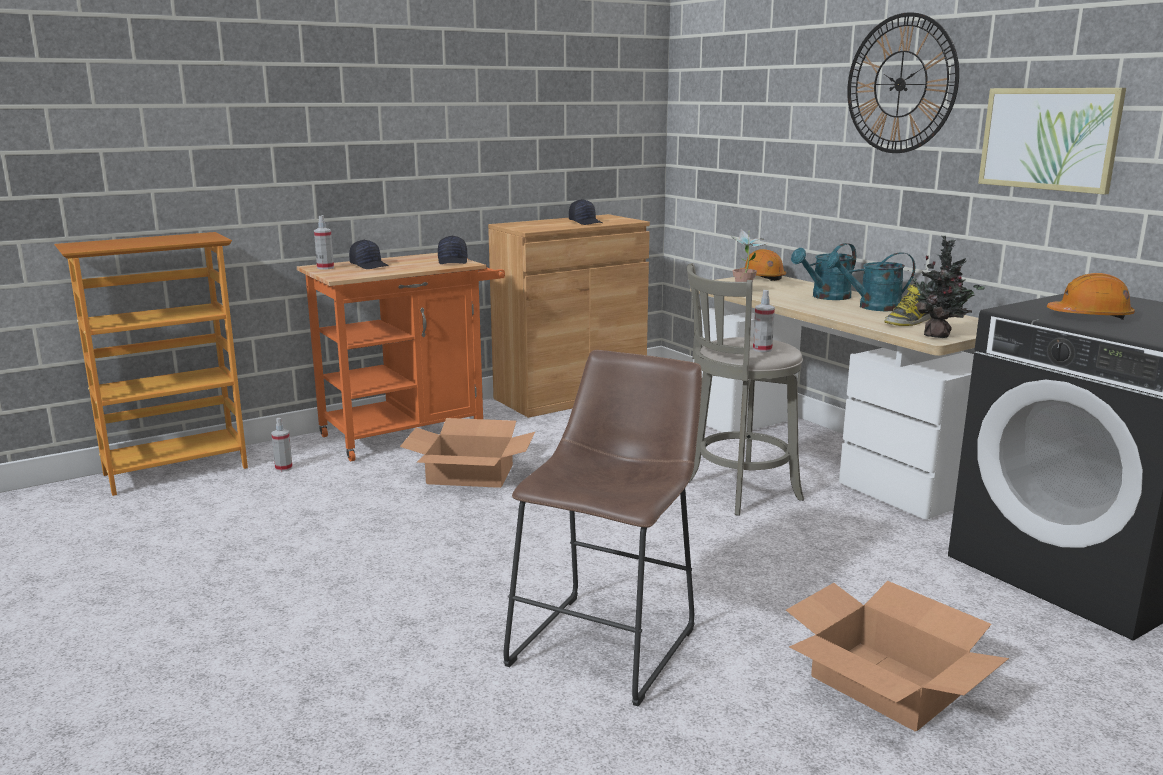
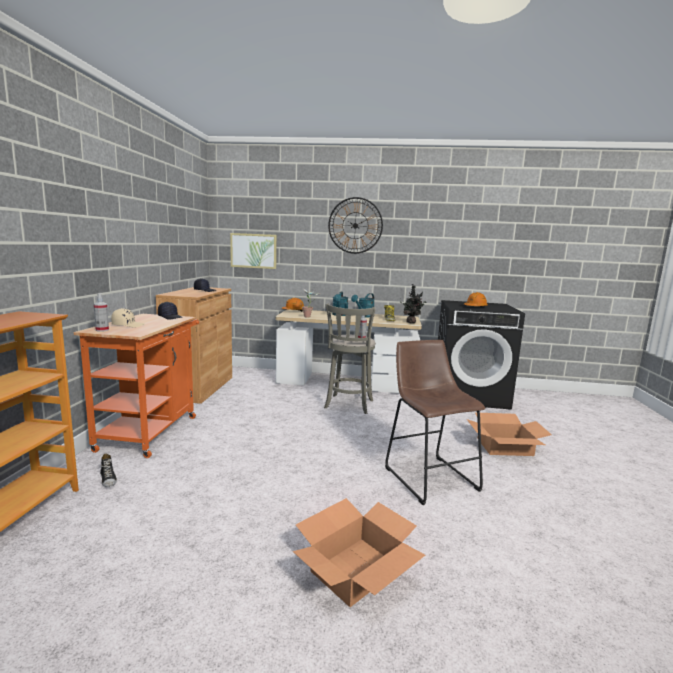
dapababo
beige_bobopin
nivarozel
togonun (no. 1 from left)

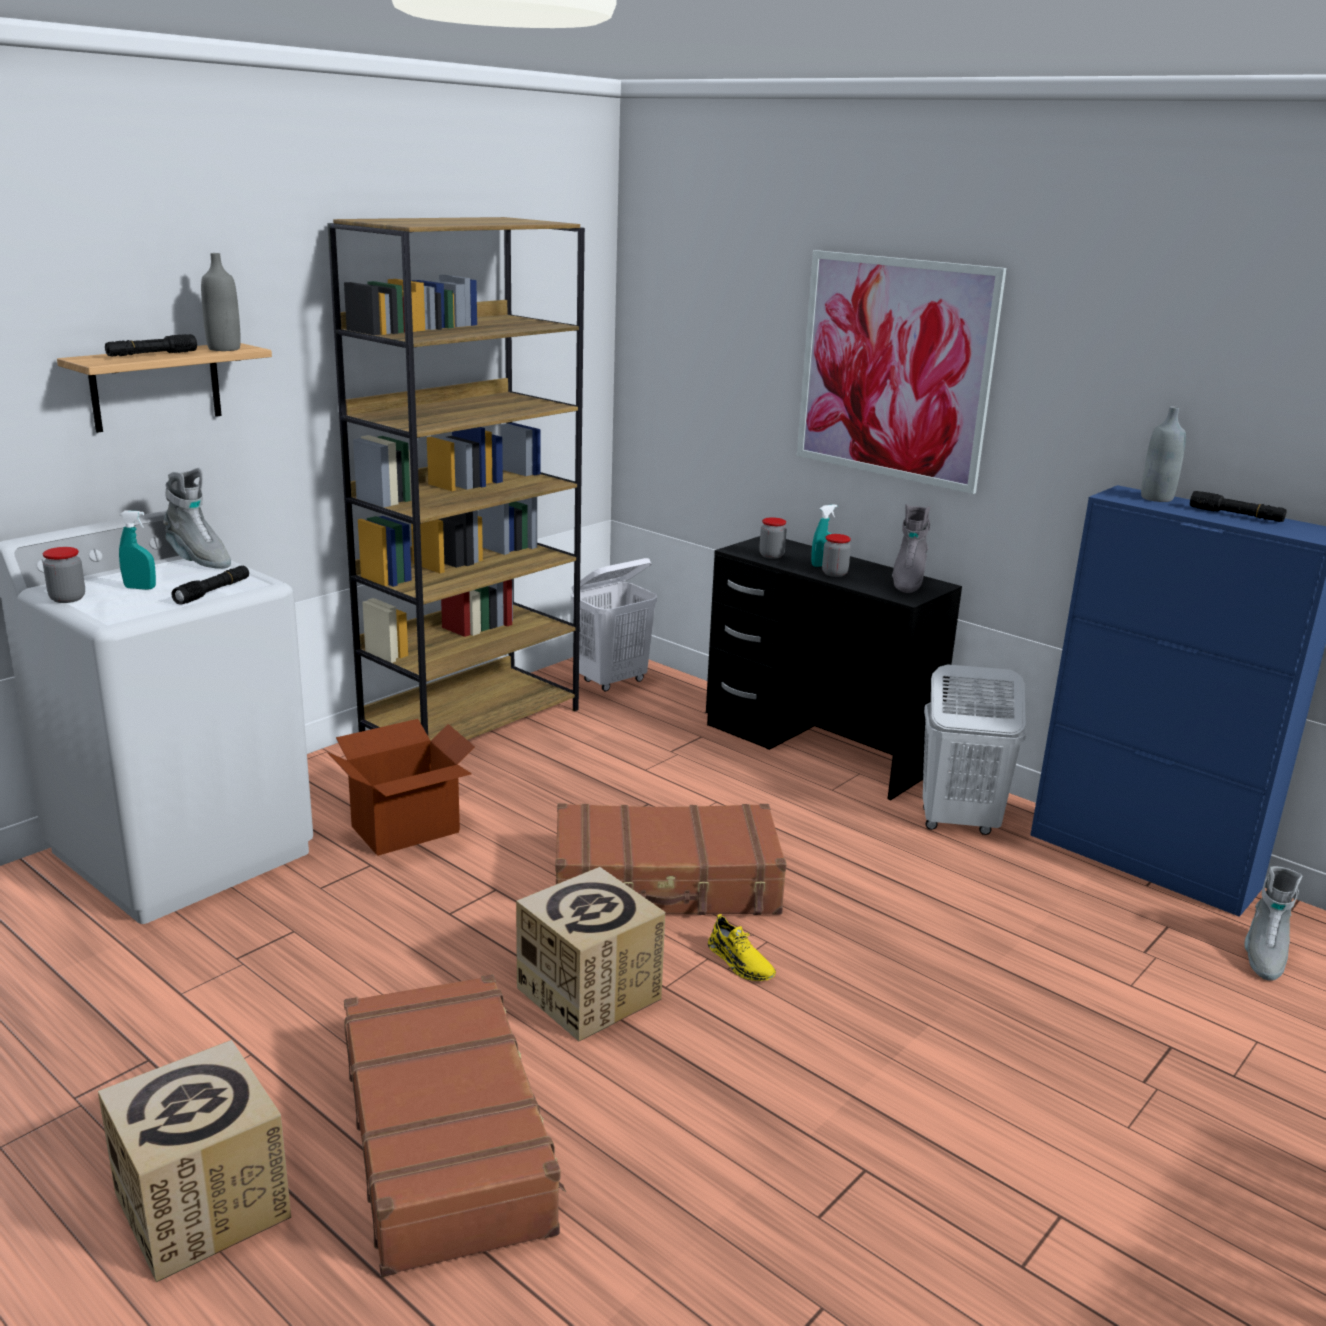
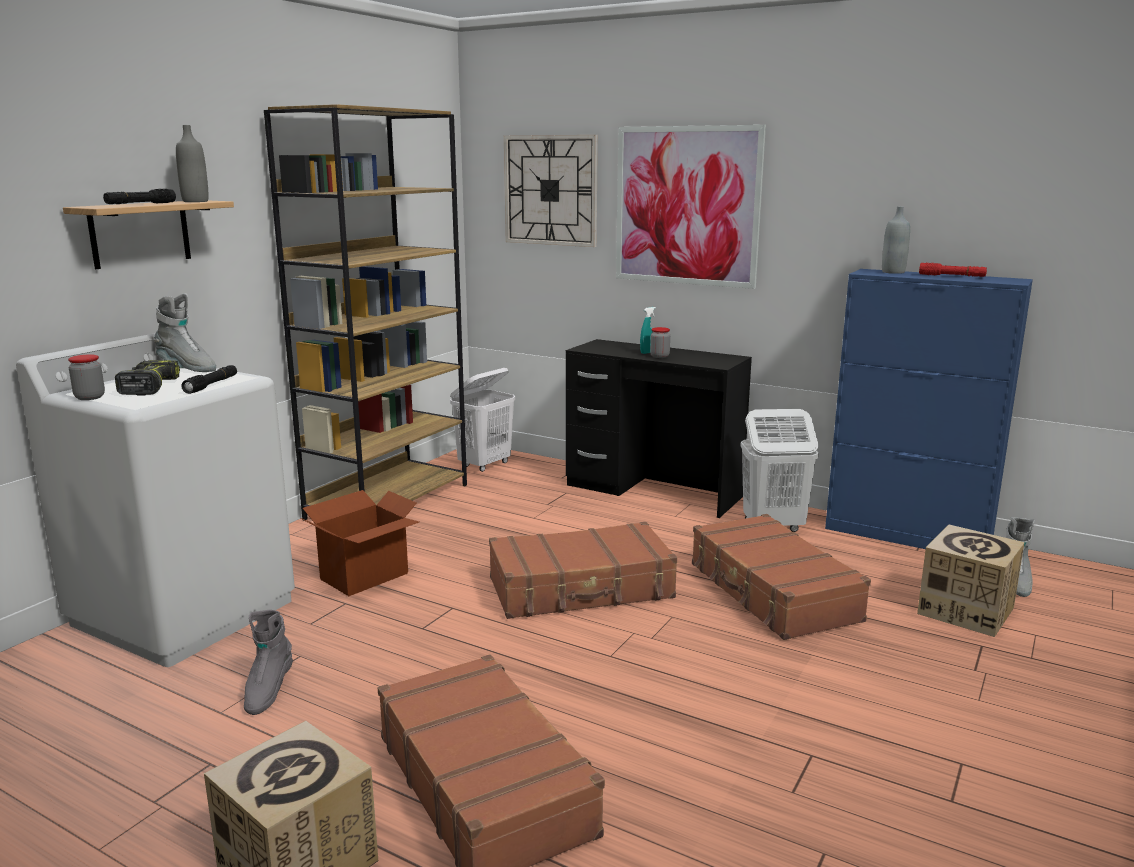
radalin
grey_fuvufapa (no. 2 from left)
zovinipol
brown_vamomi (no. 3 from left)
togonun (no. 3 from left)
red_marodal
yellow_dapababo
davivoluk (no. 2 from left in the first image)

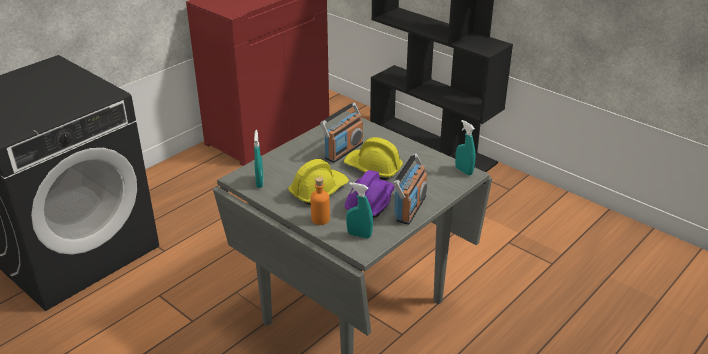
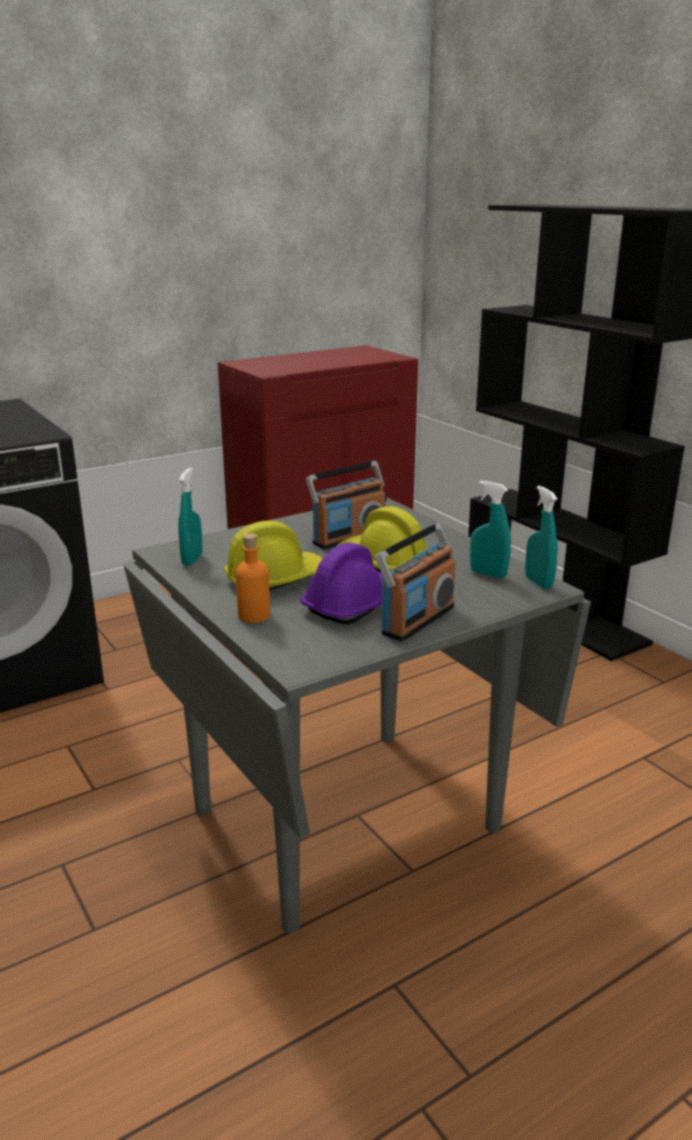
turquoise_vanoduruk (no. 2 from left)

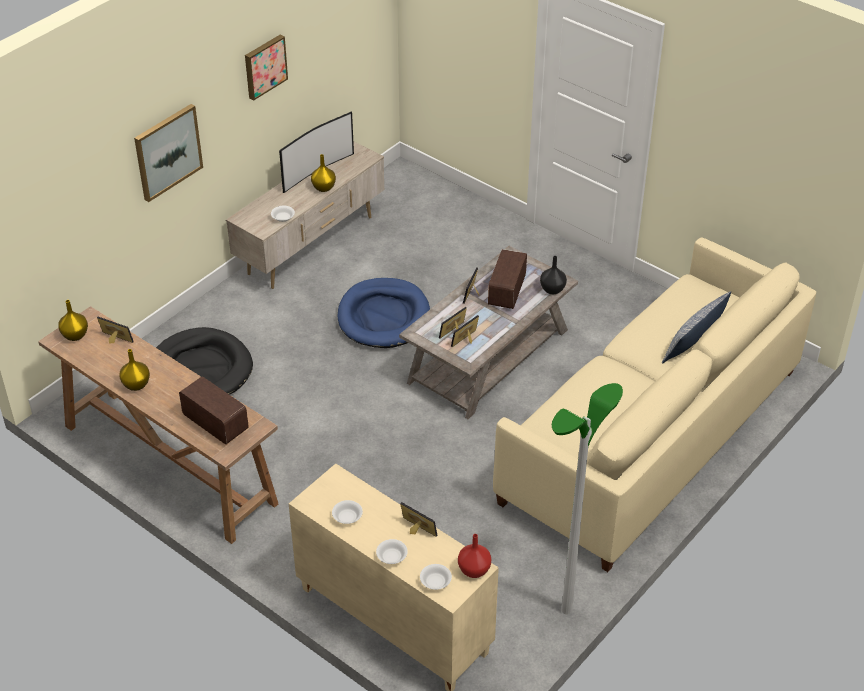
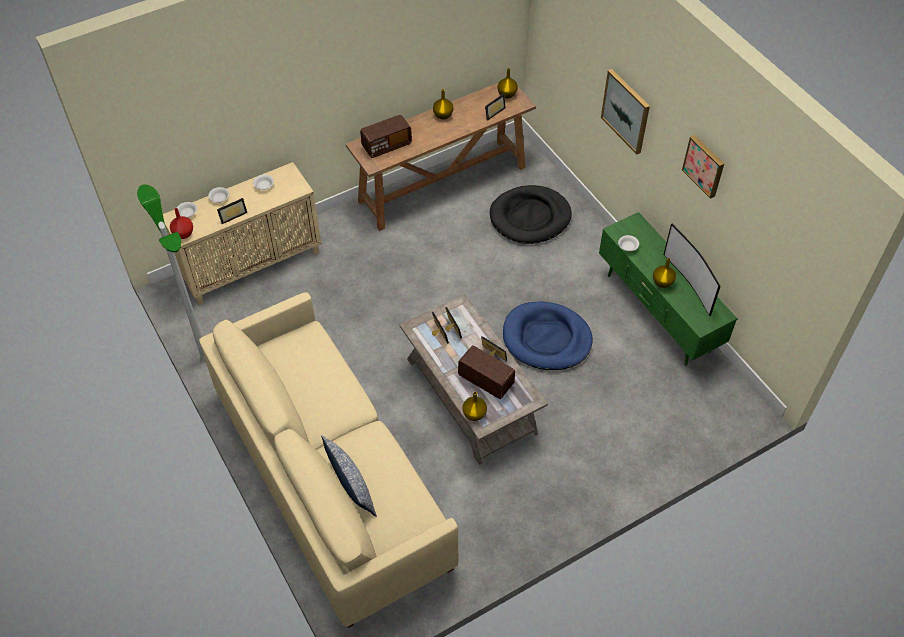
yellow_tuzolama (no. 2 from left)
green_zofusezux

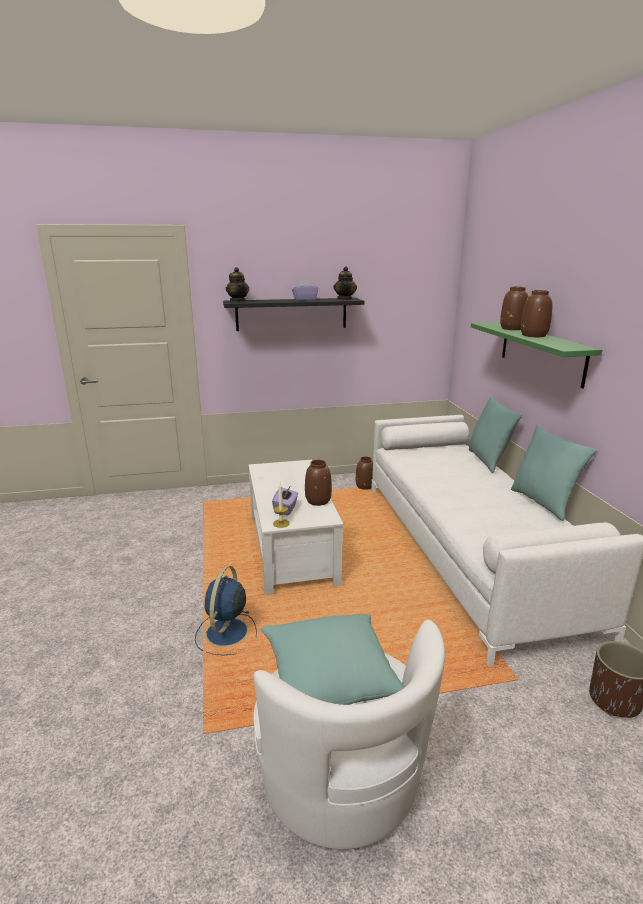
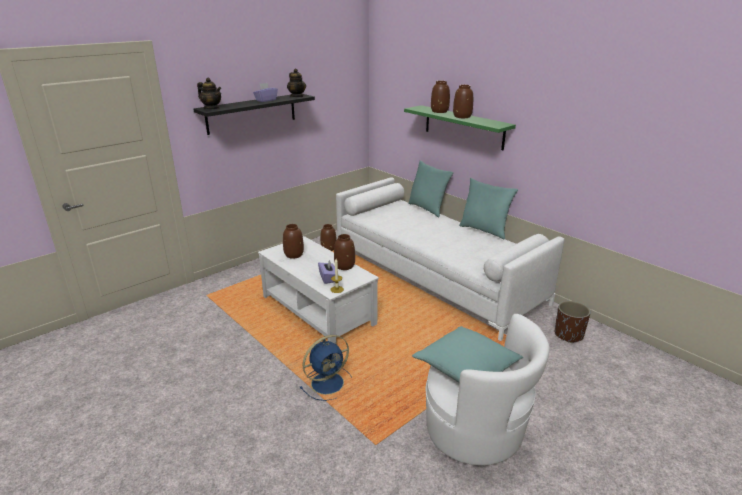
brown_tuzolama (no. 1 from left)
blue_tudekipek

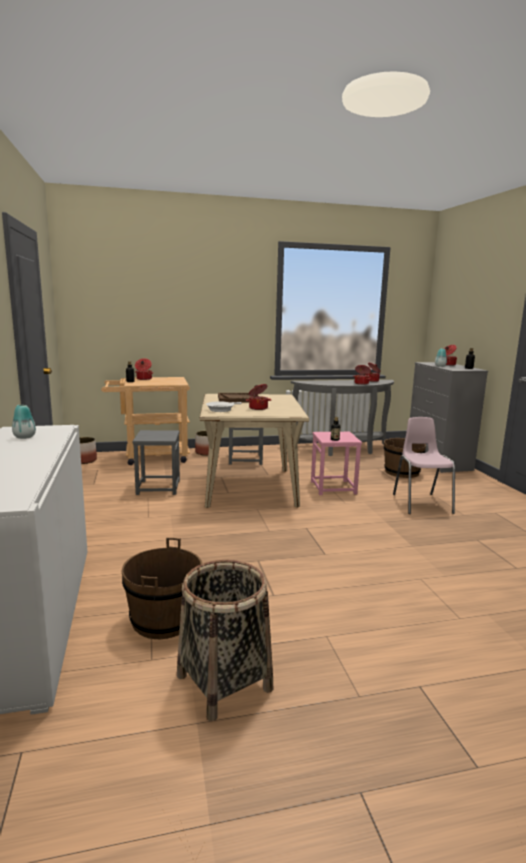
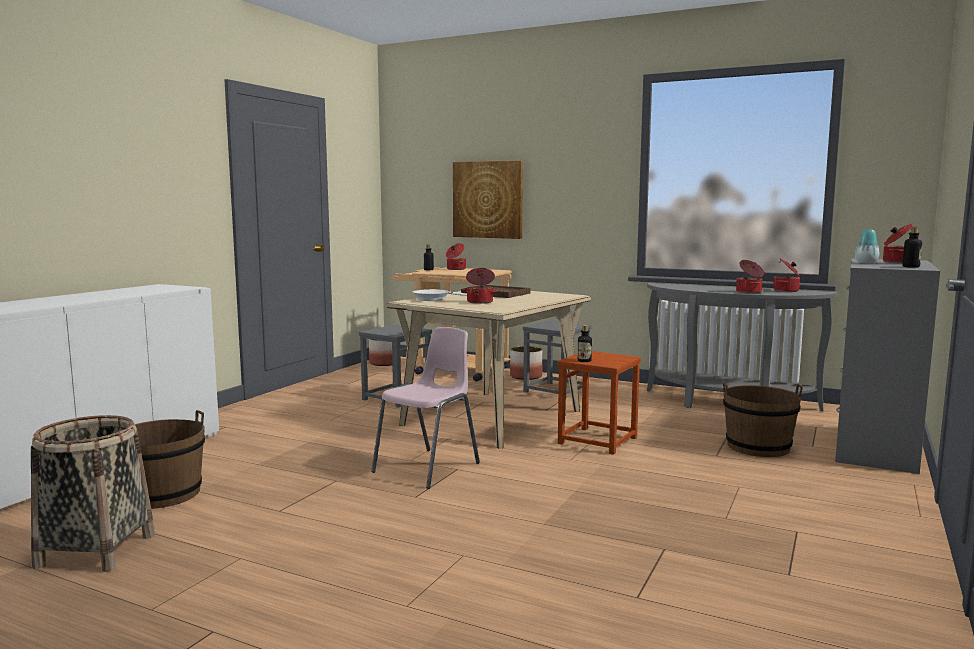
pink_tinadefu
nivarozel
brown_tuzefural
tuzolama (no. 1 from left in the first image)

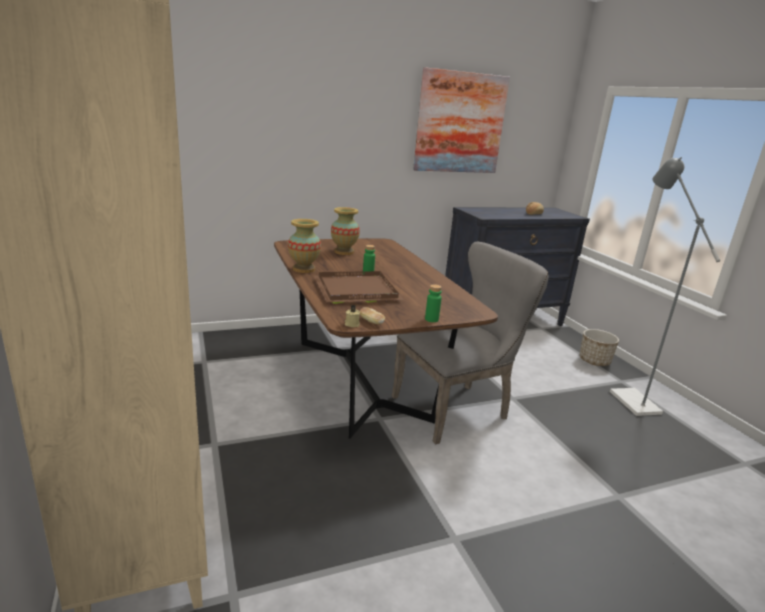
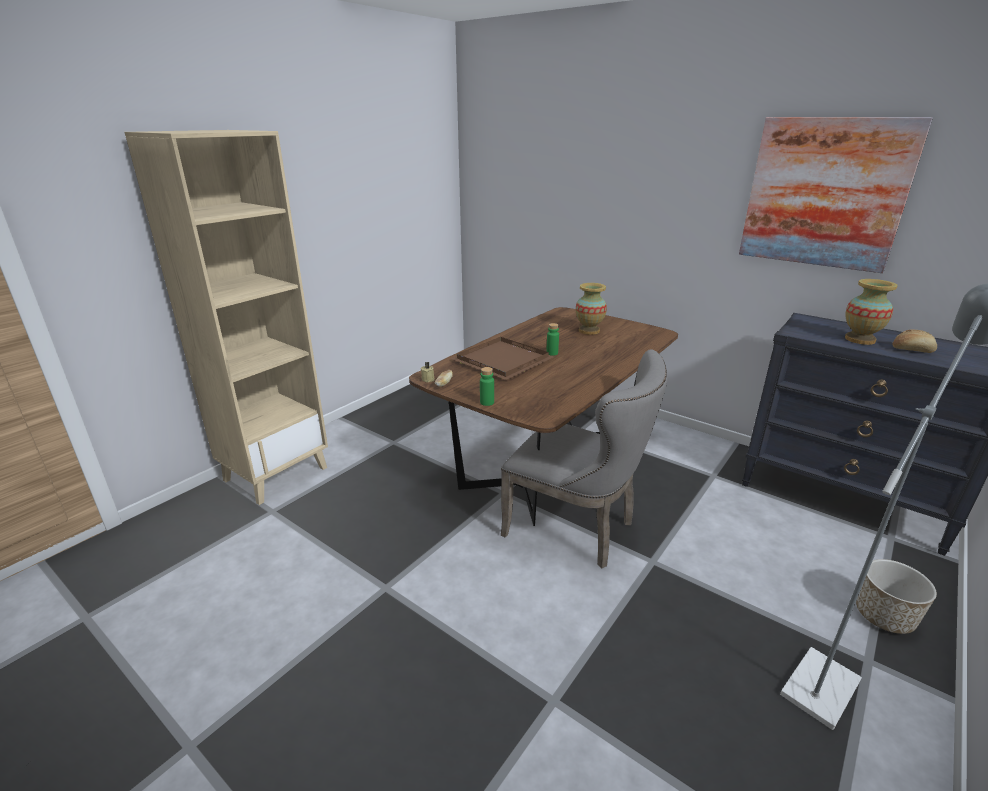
tuzolama (no. 2 from left)

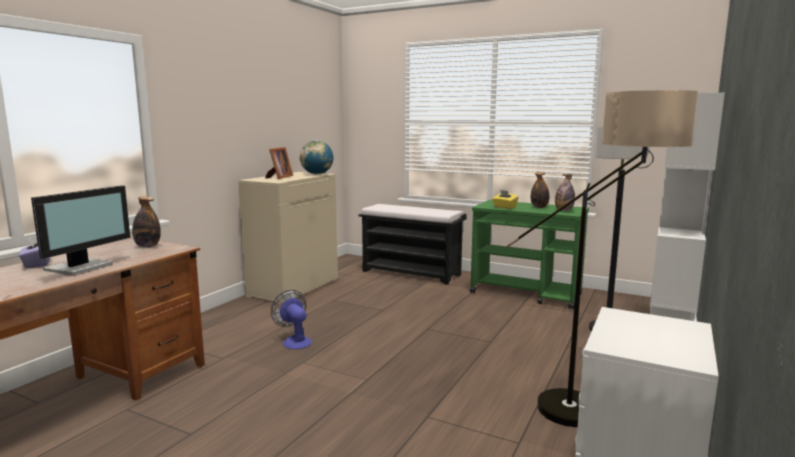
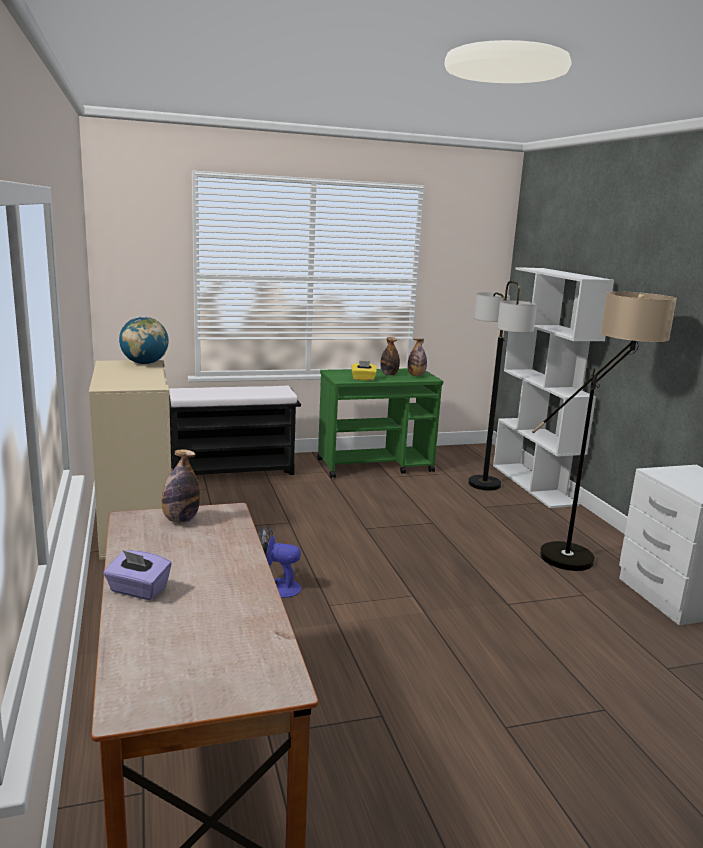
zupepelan
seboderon

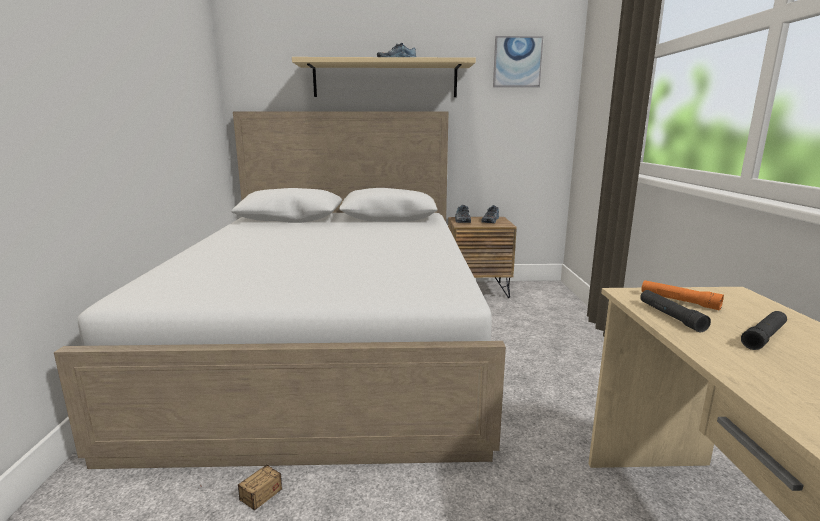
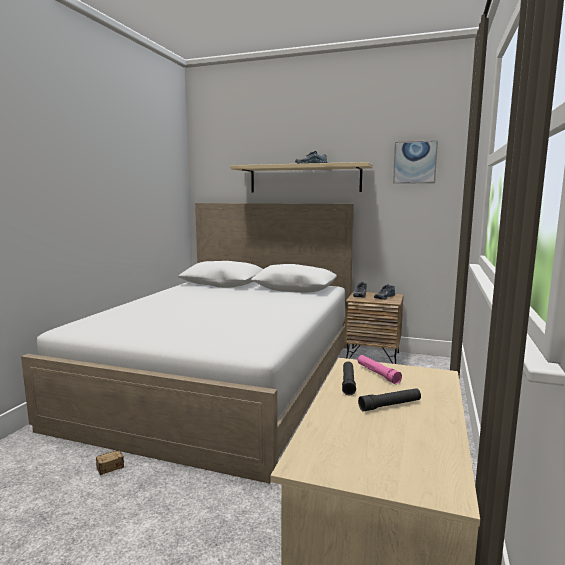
pink_marodal

